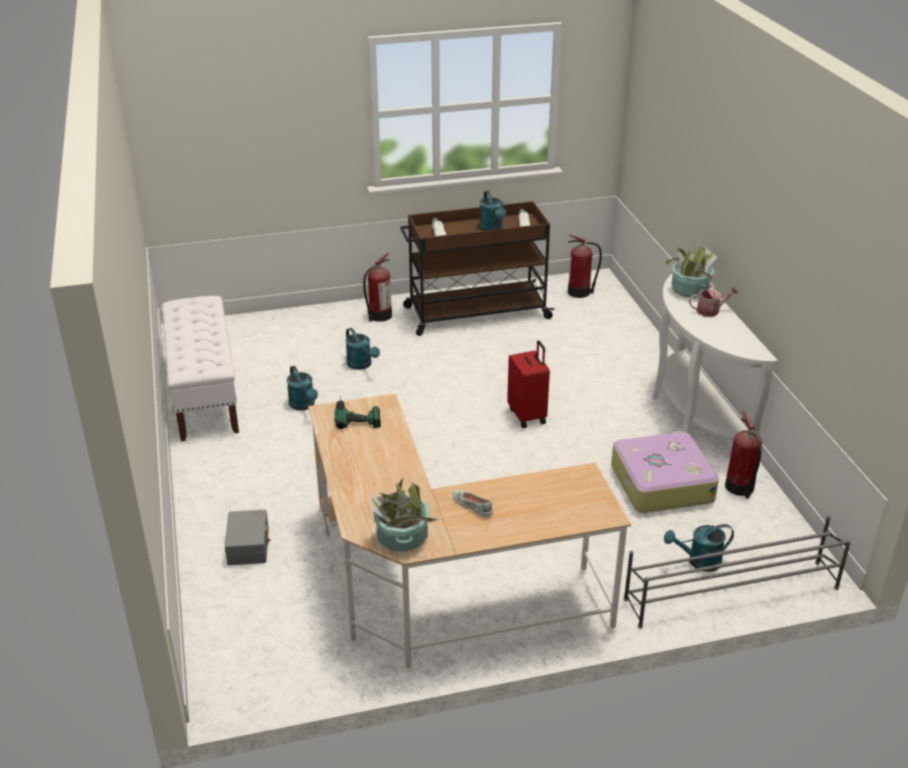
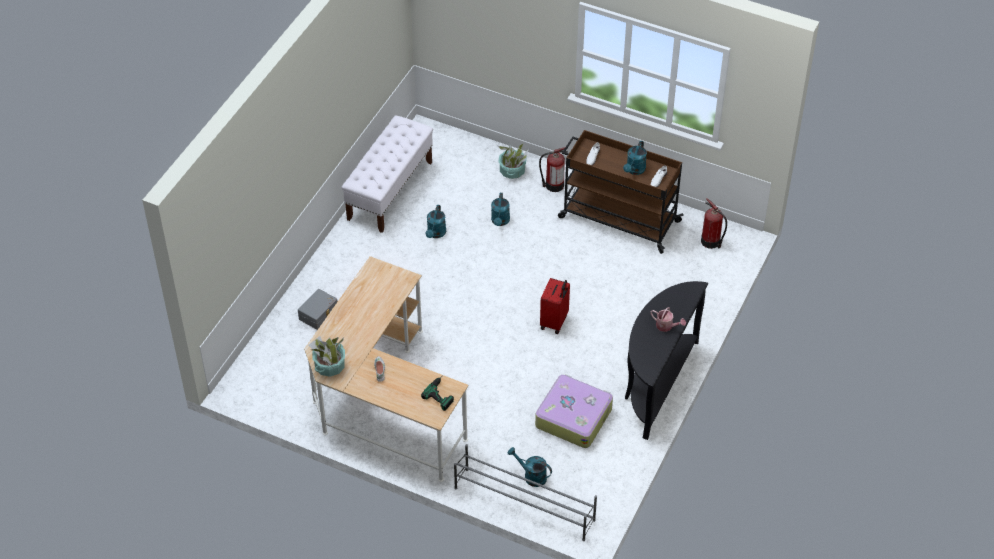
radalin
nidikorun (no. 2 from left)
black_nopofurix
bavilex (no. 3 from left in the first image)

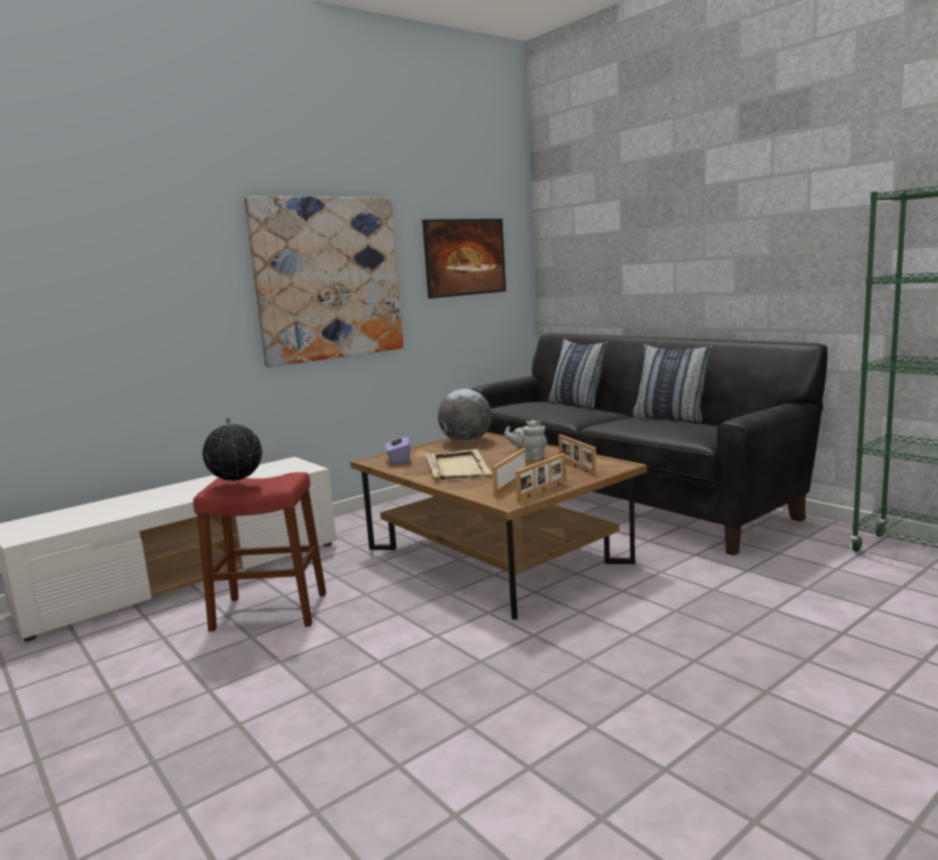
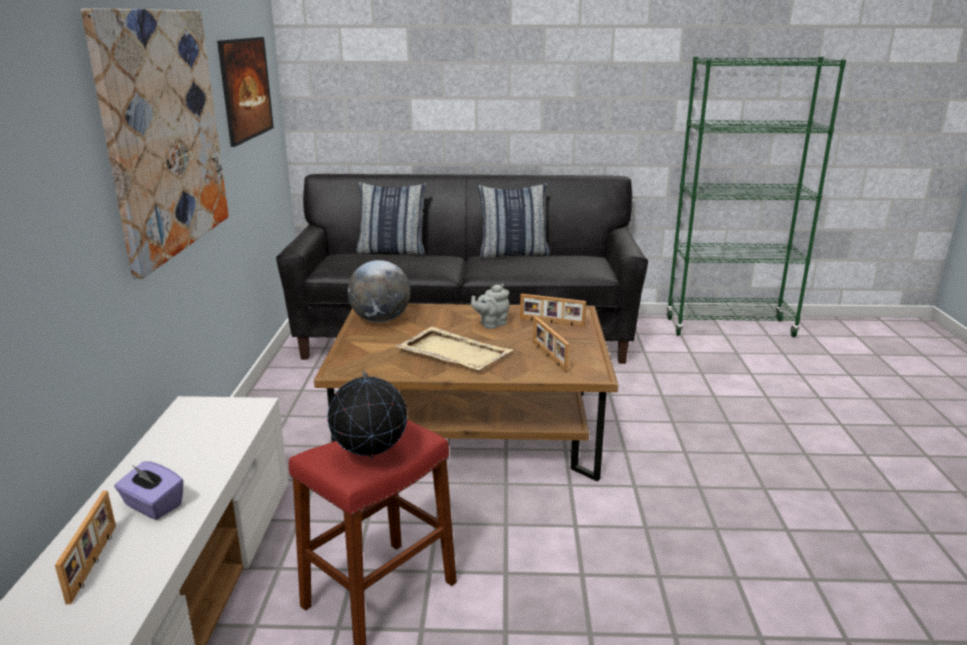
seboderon (no. 1 from left)
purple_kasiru

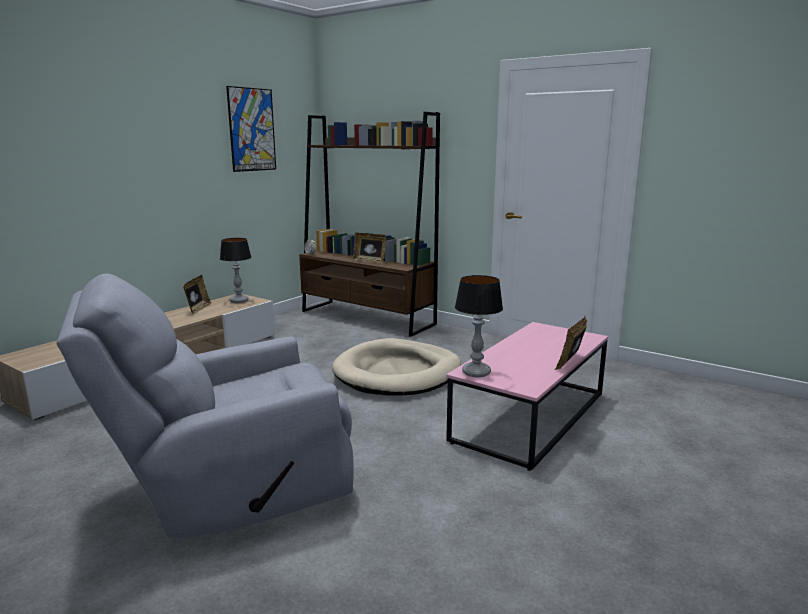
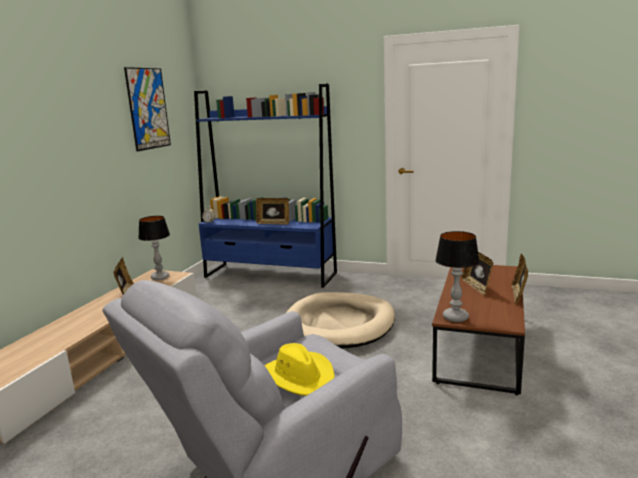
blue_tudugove
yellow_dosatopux
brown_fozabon
seboderon (no. 3 from left)

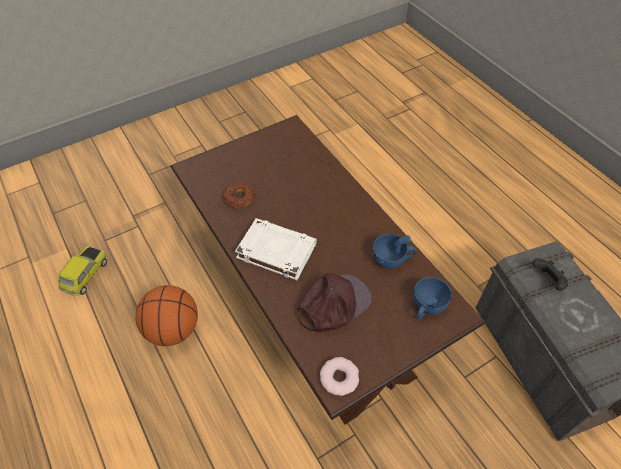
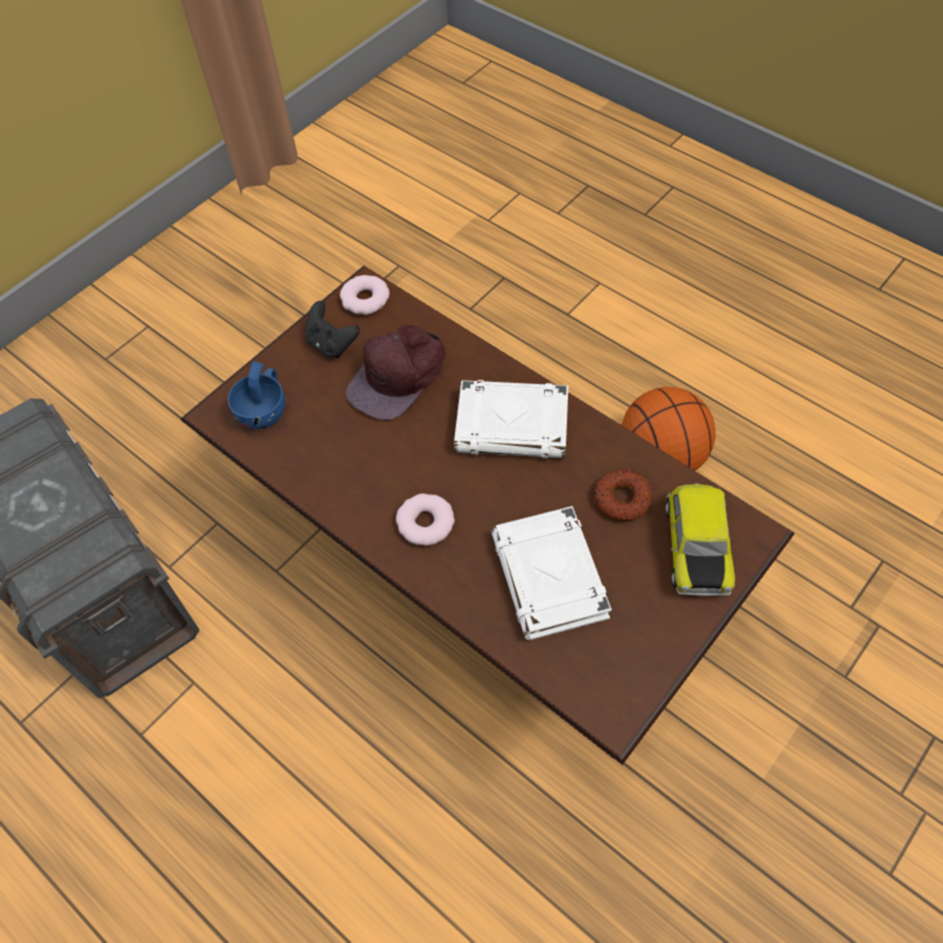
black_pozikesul
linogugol (no. 2 from left)
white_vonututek (no. 2 from left)
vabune
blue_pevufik (no. 1 from left in the first image)

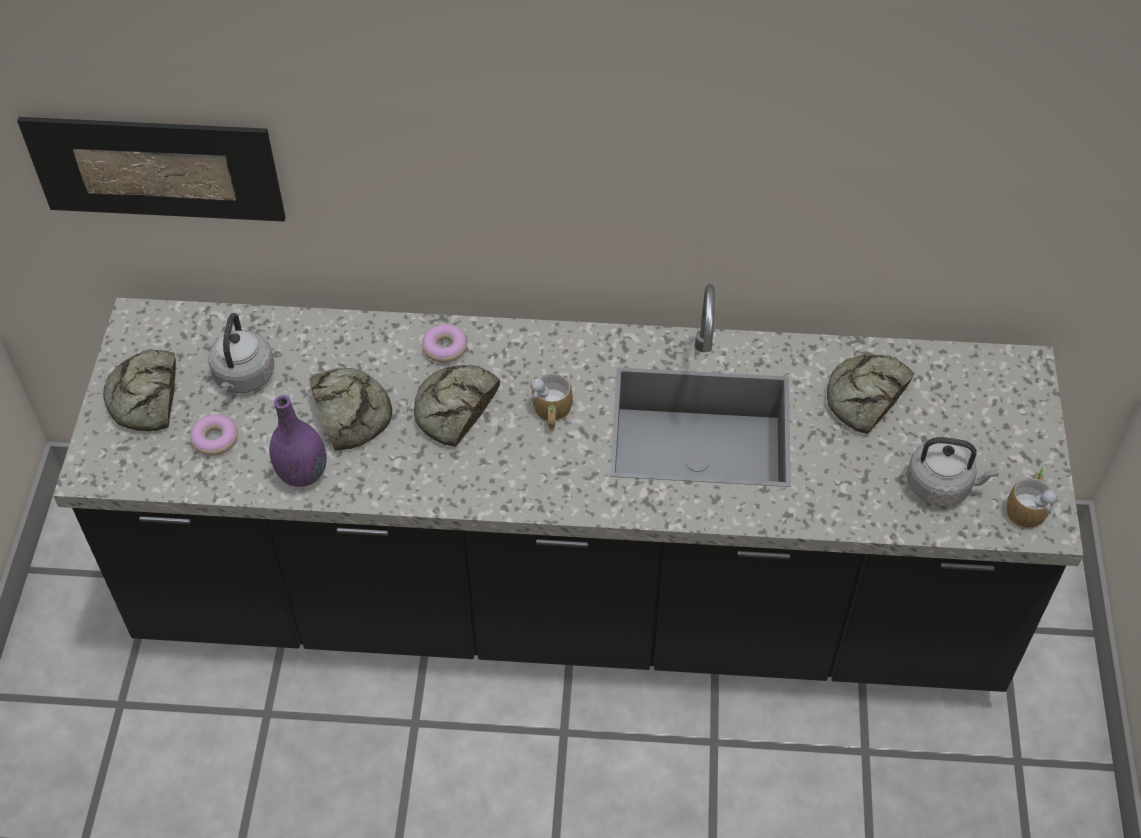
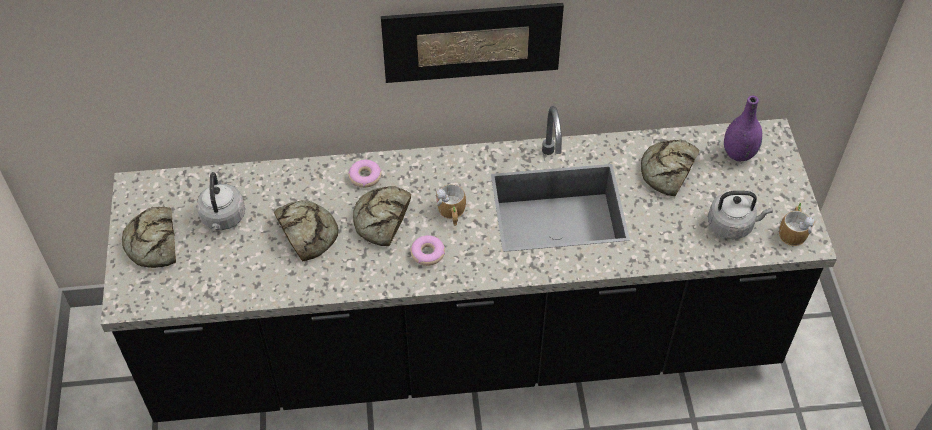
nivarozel
linogugol (no. 2 from left)
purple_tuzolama

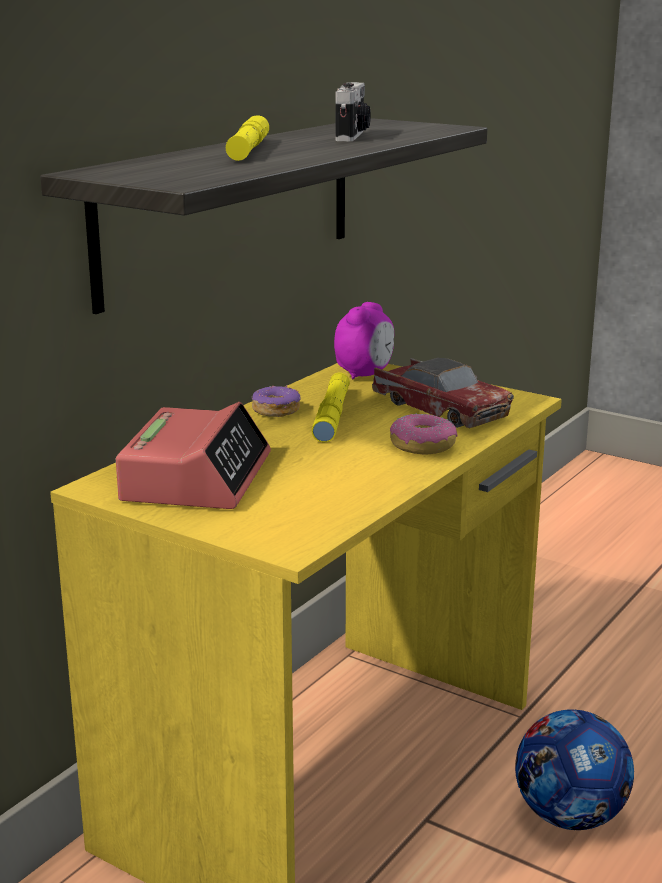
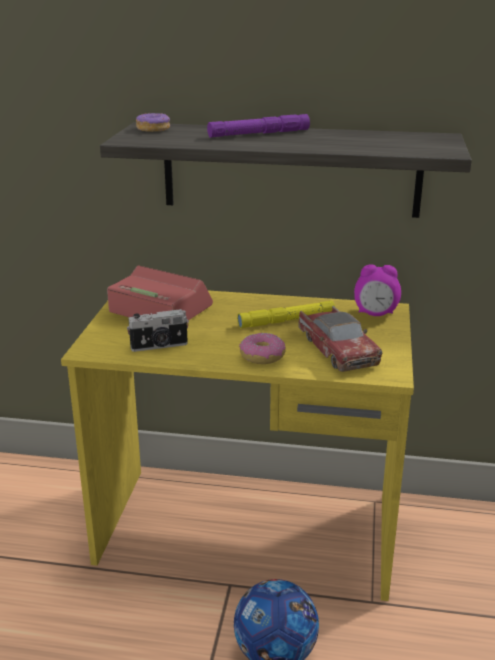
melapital (no. 1 from left)
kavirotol
linogugol (no. 1 from left)
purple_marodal
vabune

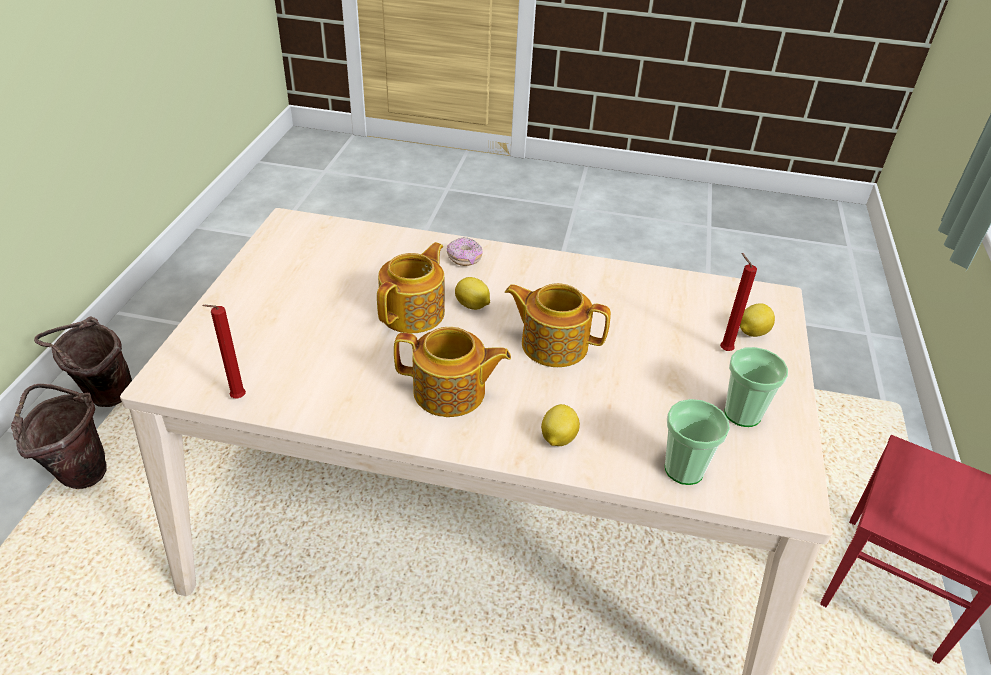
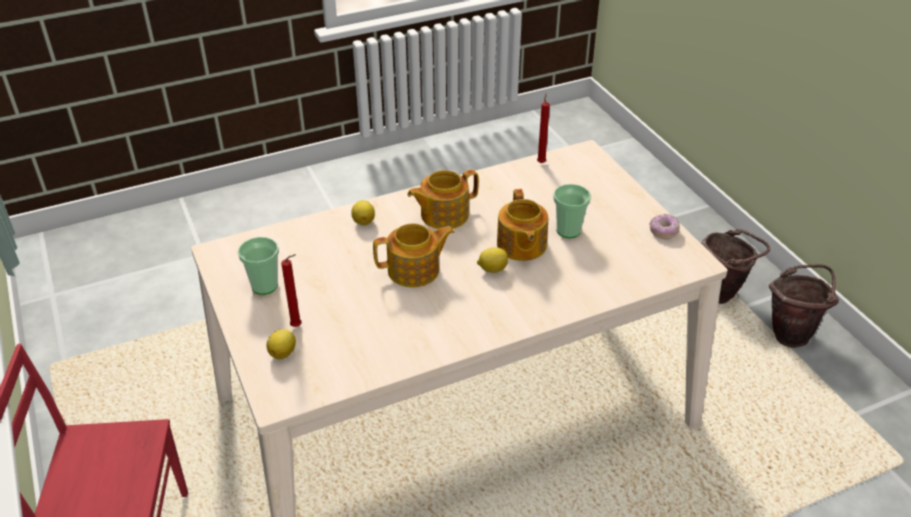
pevufik (no. 2 from left)
linogugol

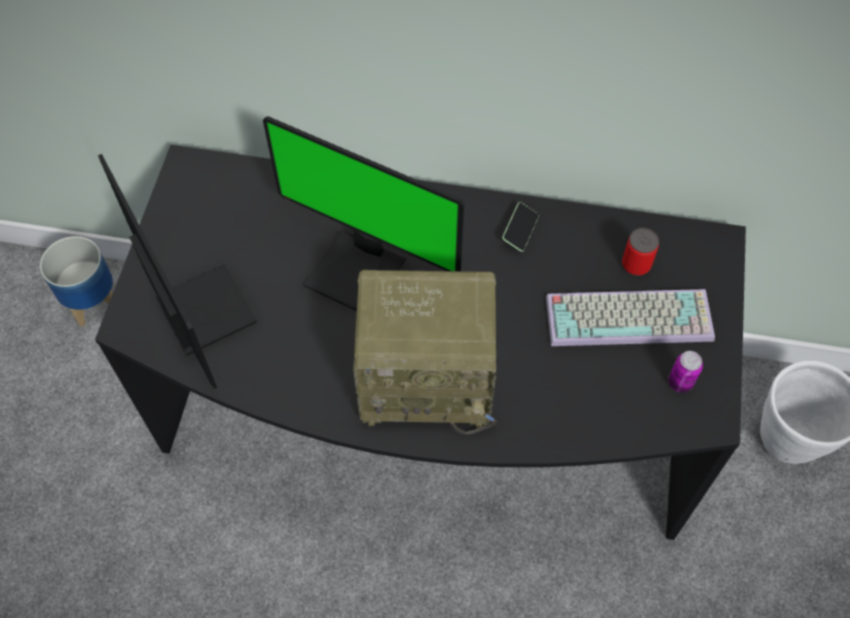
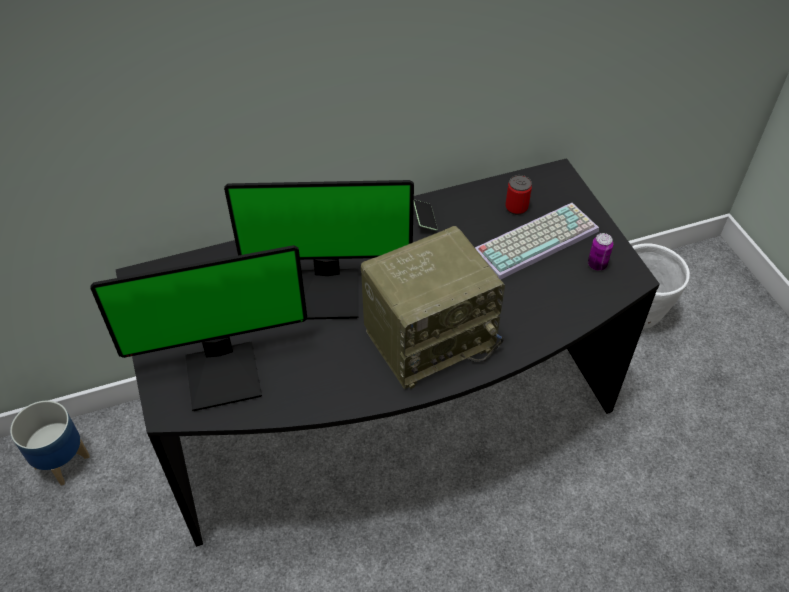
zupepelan (no. 1 from left)

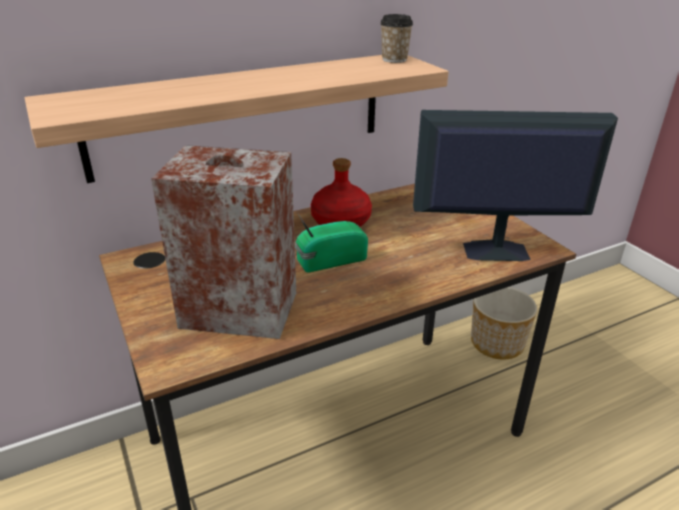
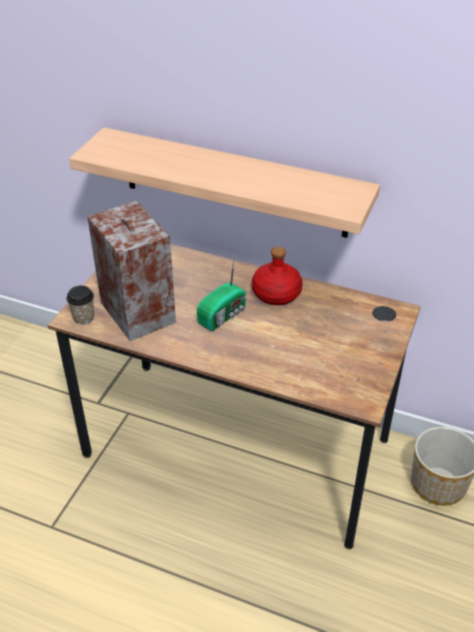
pevufik
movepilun
zupepelan

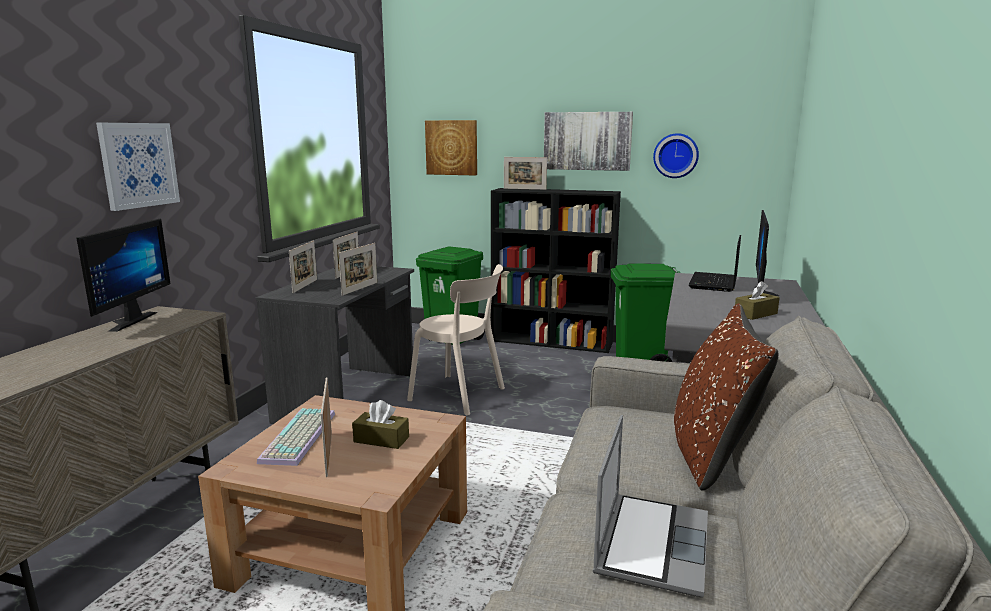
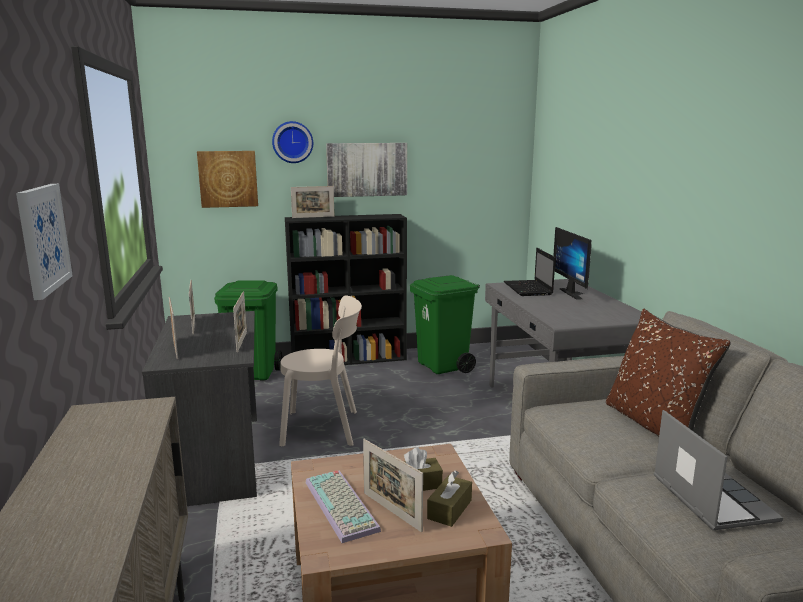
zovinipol
brown_kasiru (no. 2 from left)
zupepelan (no. 1 from left in the first image)

